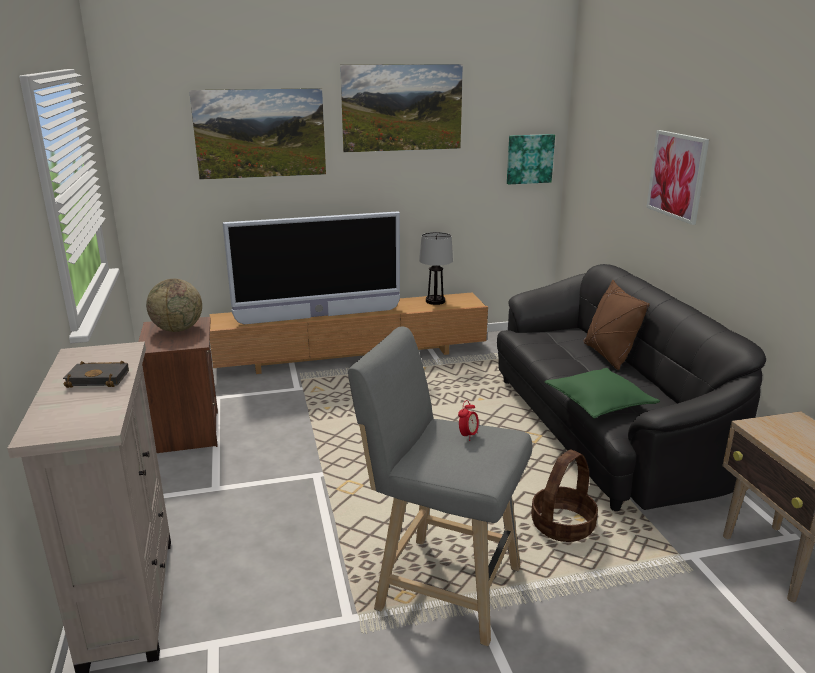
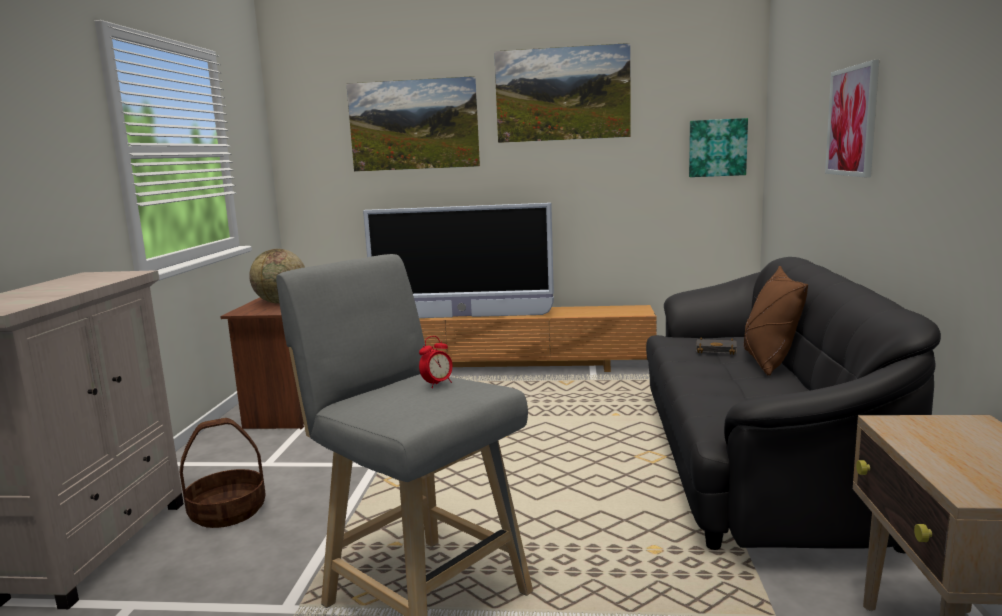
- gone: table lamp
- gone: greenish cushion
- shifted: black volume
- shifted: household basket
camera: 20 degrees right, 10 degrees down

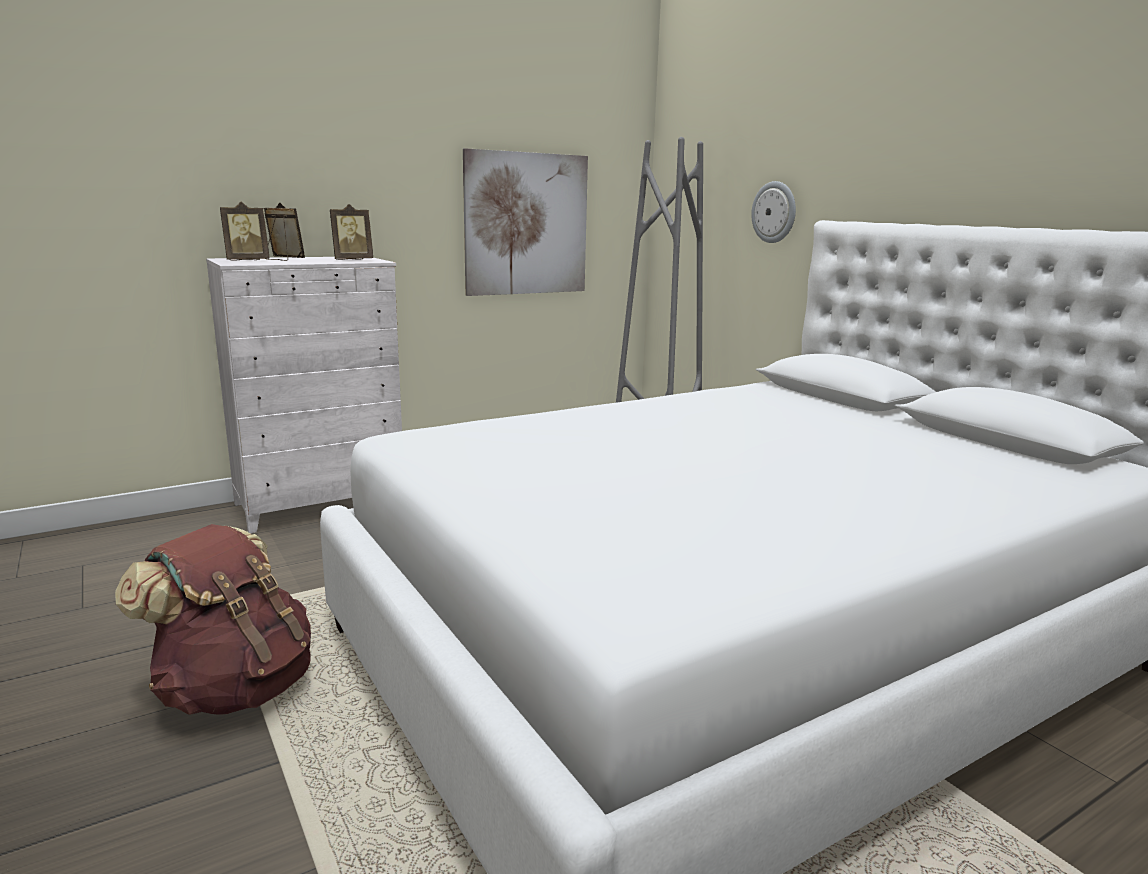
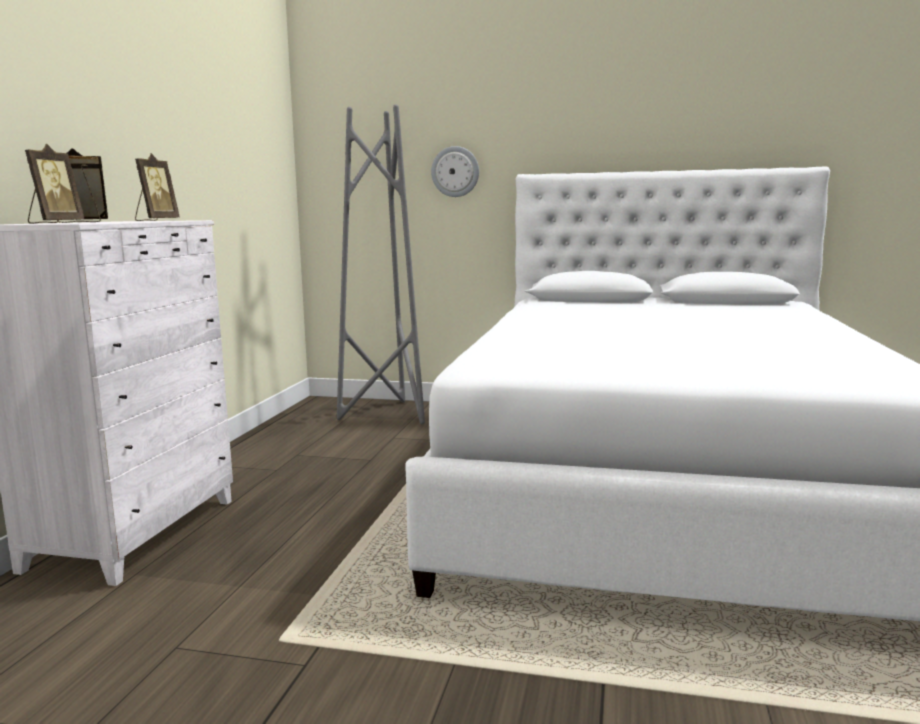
- gone: brown-coloured backpack
- gone: wall picture
camera: 45 degrees left, 5 degrees down

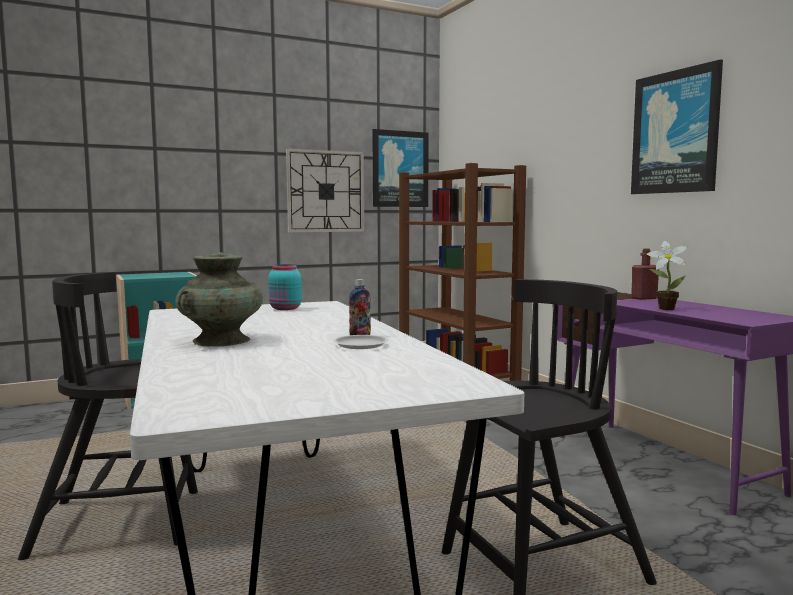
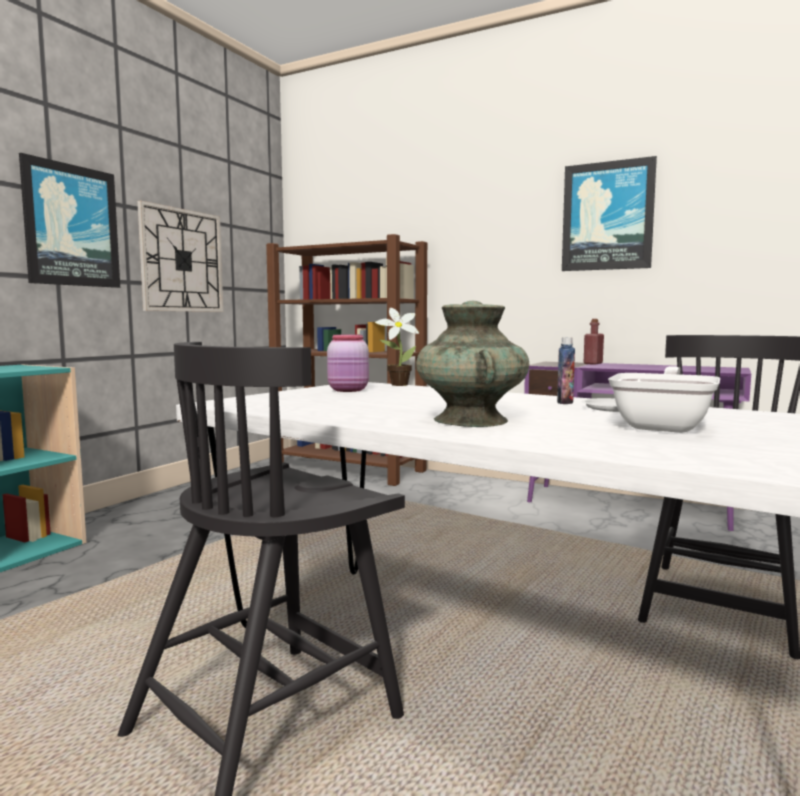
- new: skillet
- shifted: wall picture (no. 1 from left)
- shifted: potted plant
- repainted: blue-green jar to pinkish jar
camera: 35 degrees left, 0 degrees up

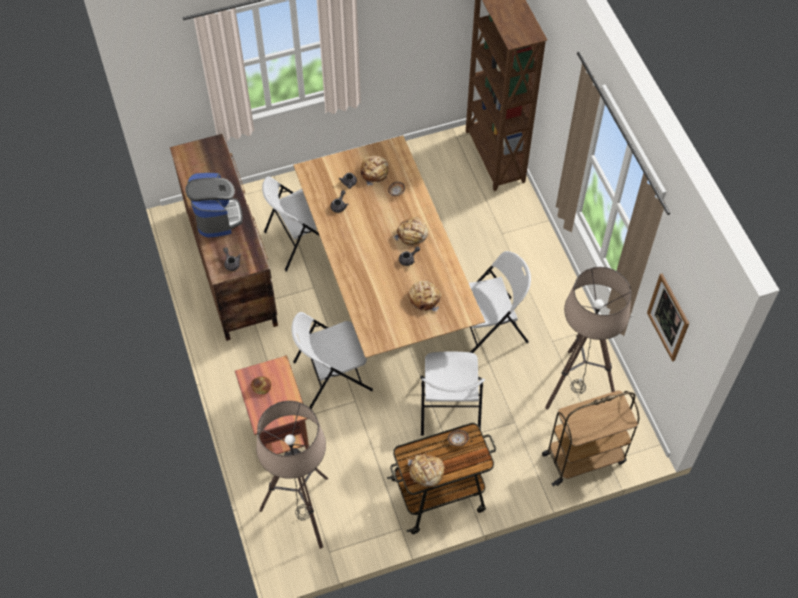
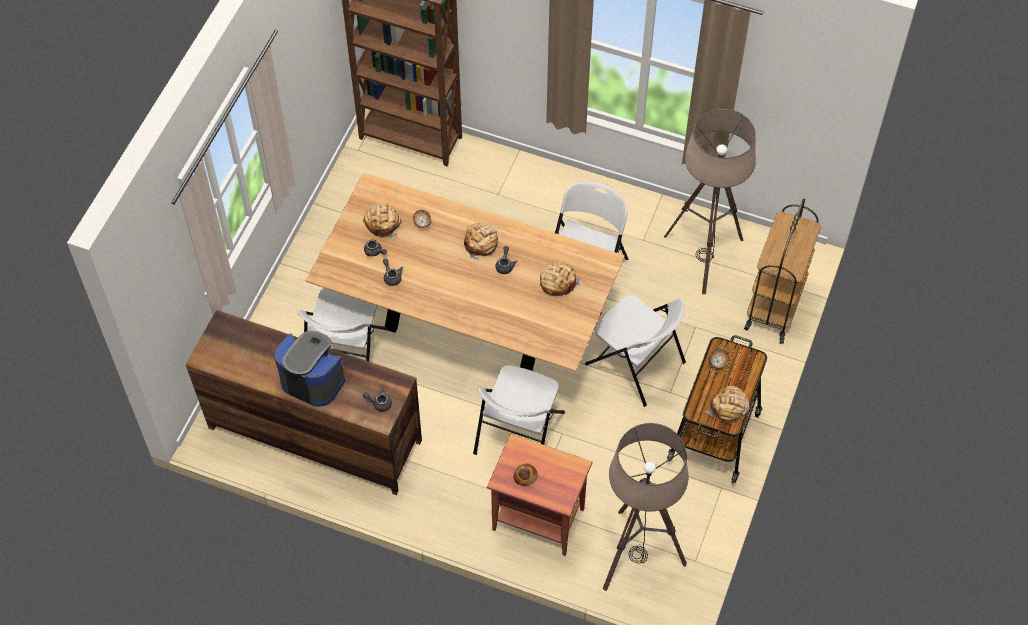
- gone: wall picture
camera: 50 degrees left, 0 degrees up

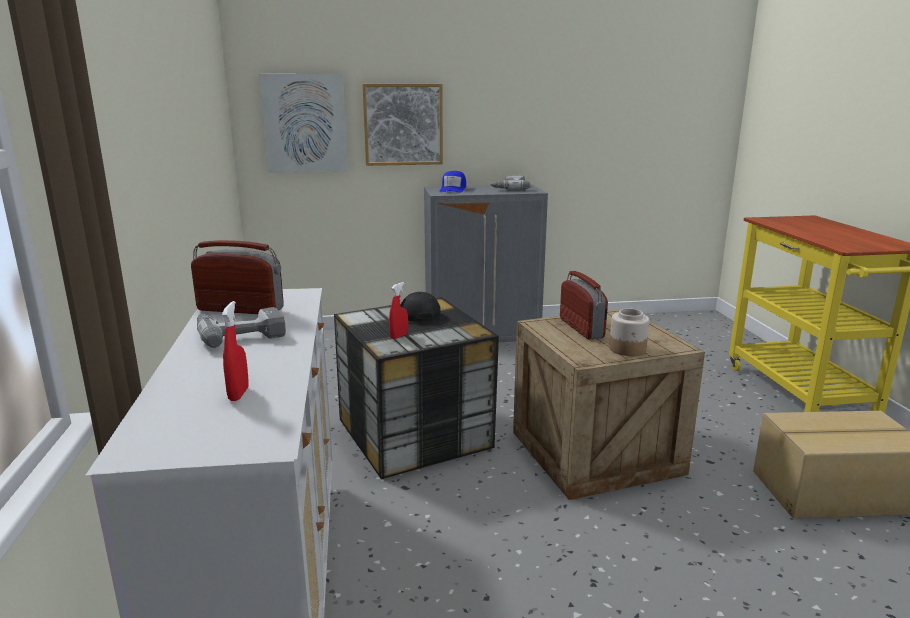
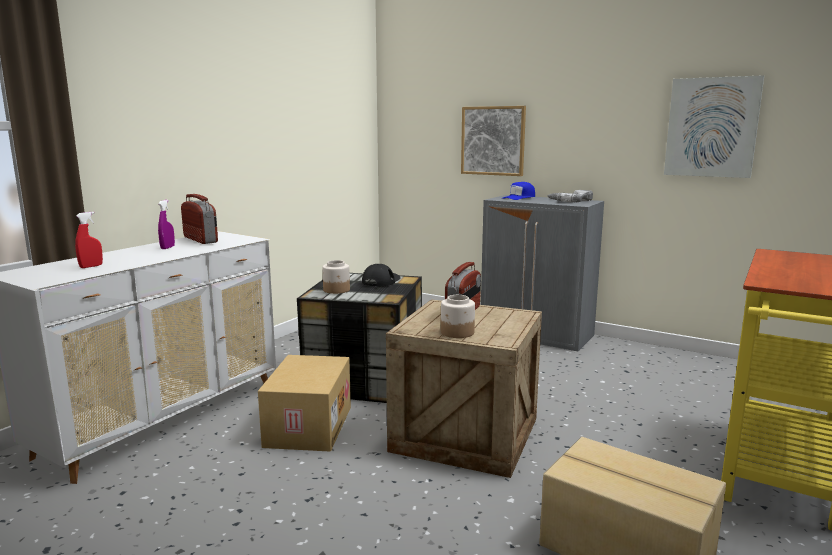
- new: packing box (no. 1 from left)
- shifted: wall picture (no. 1 from left in the first image) to wall picture (no. 2 from left)
- swapped: electric drill (no. 1 from left) to purple sprayer
- swapped: red sprayer (no. 2 from left) to jar (no. 1 from left)
camera: 40 degrees right, 5 degrees down

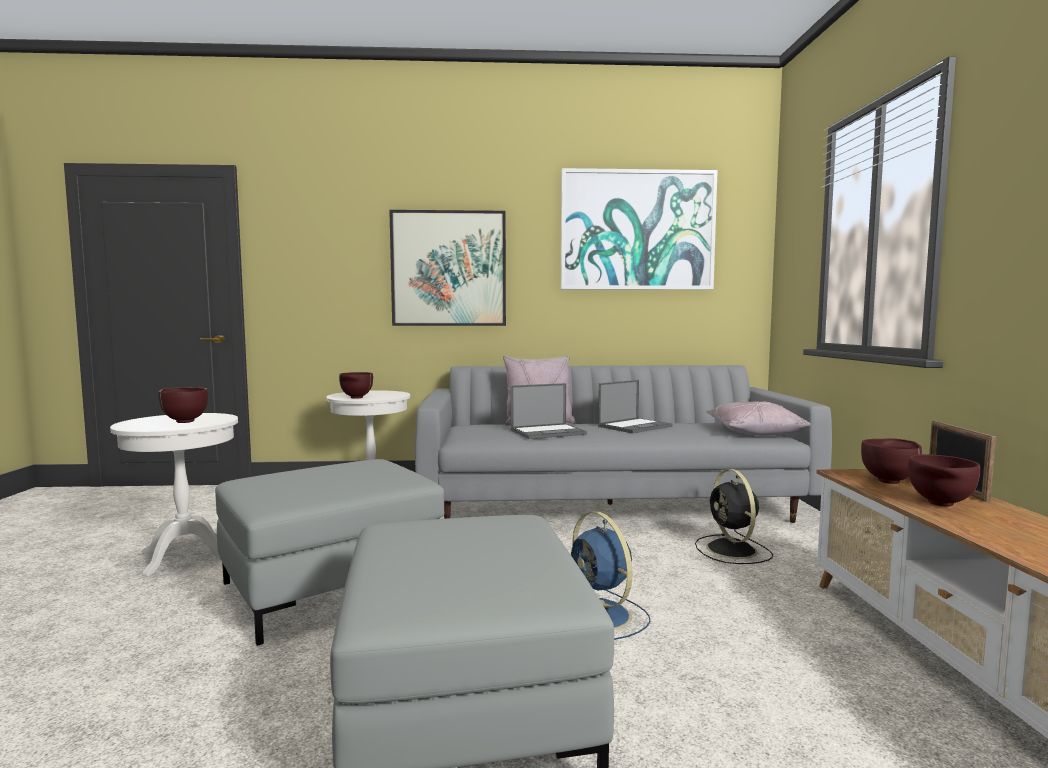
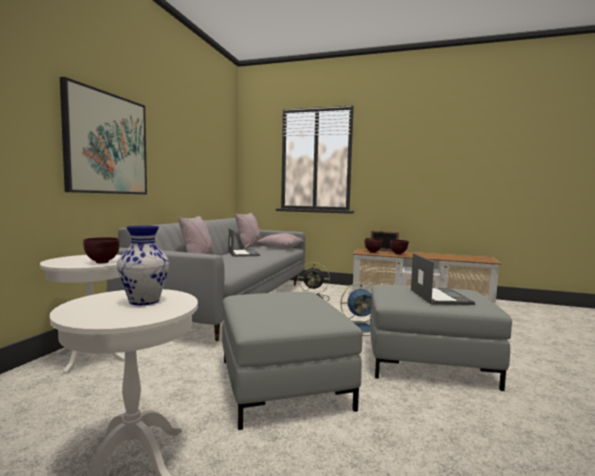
- gone: wall picture (no. 2 from left)
- new: purple cushion (no. 2 from left)
- shifted: portable computer (no. 1 from left in the first image) to portable computer (no. 2 from left)
- swapped: brown-coloured bowl (no. 1 from left) to vase
camera: 70 degrees left, 0 degrees up

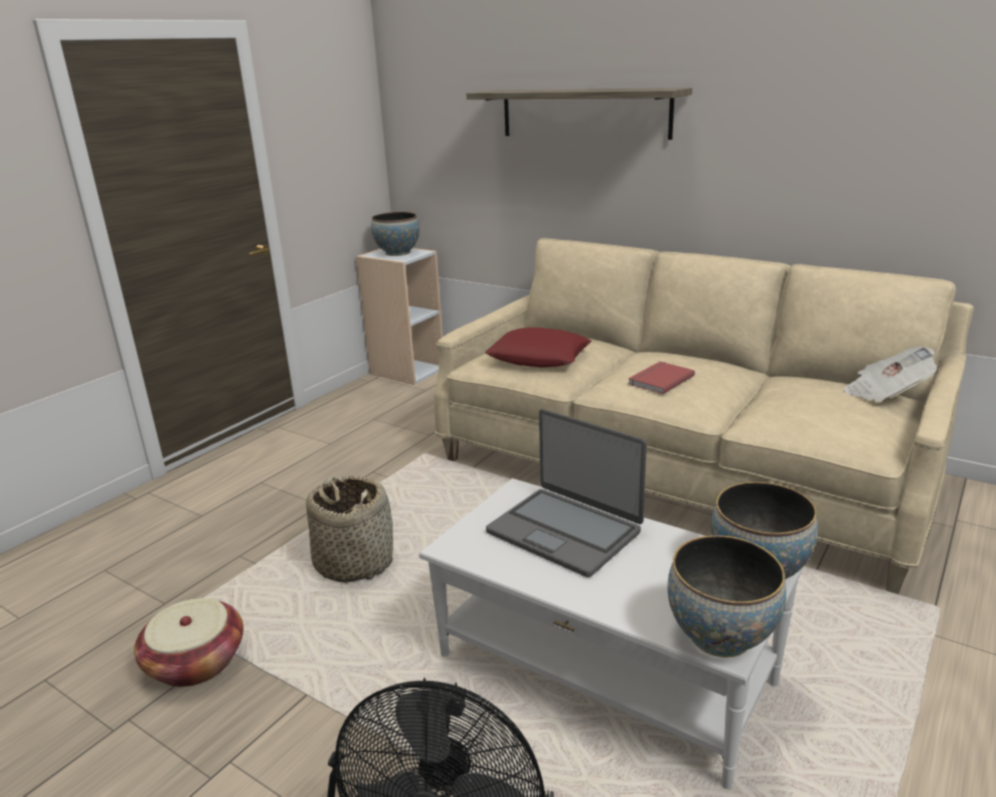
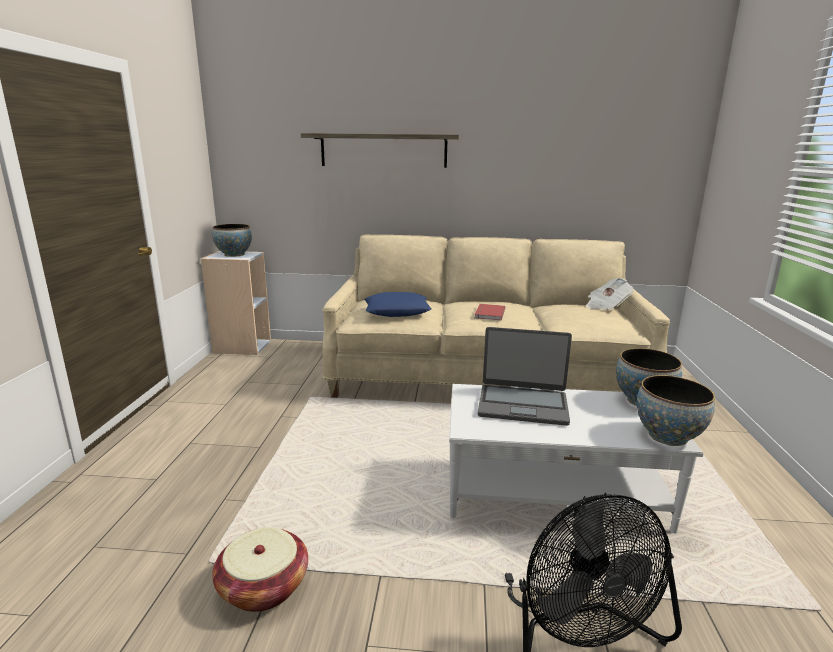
- gone: household basket (no. 2 from left)
- repainted: red cushion to blue-coloured cushion
camera: 30 degrees left, 5 degrees down

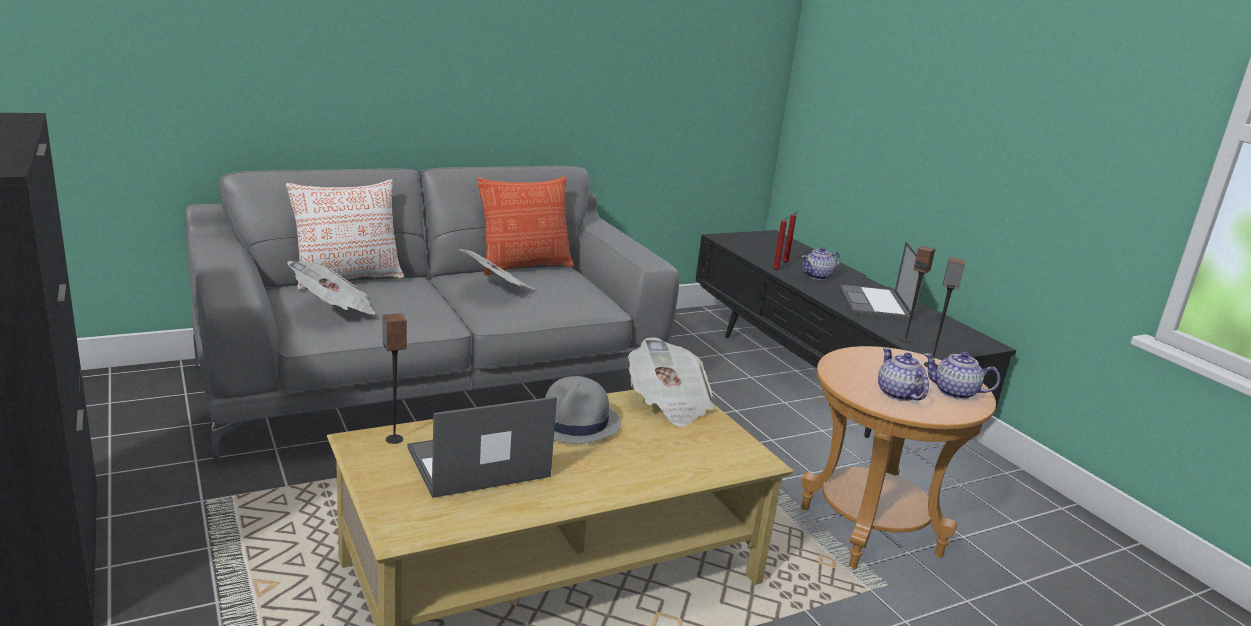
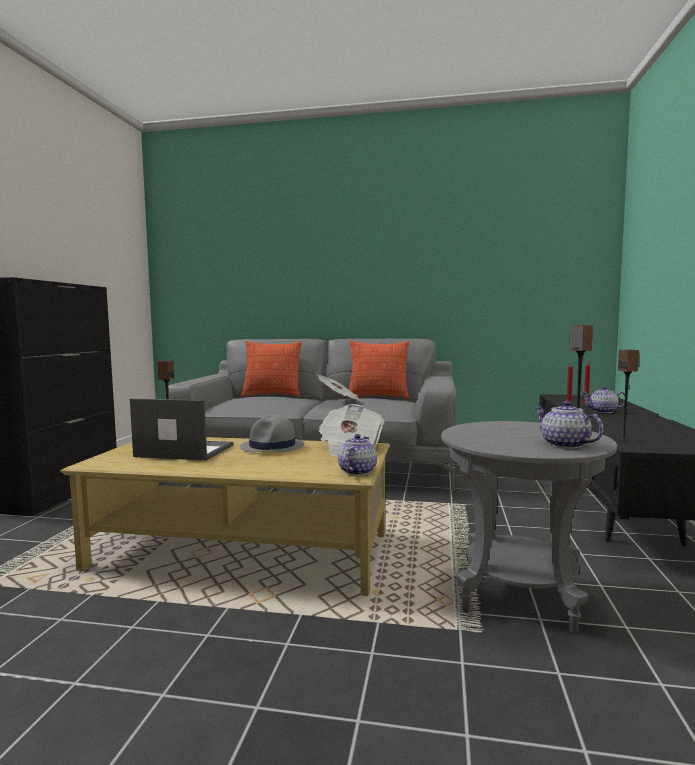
- gone: printed paper (no. 1 from left)
- gone: portable computer (no. 2 from left)
- shifted: pot for tea (no. 2 from left in the first image) to pot for tea (no. 1 from left)
- repainted: white-coloured cushion to orange-coloured cushion (no. 1 from left)
- repainted: brown-coloured side table to gray side table
camera: 40 degrees right, 15 degrees down

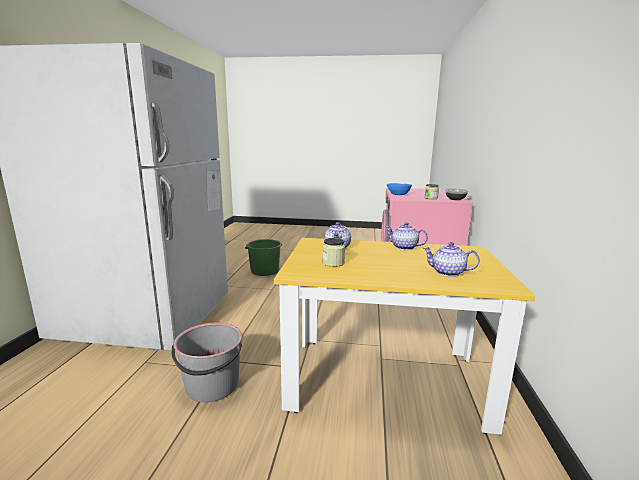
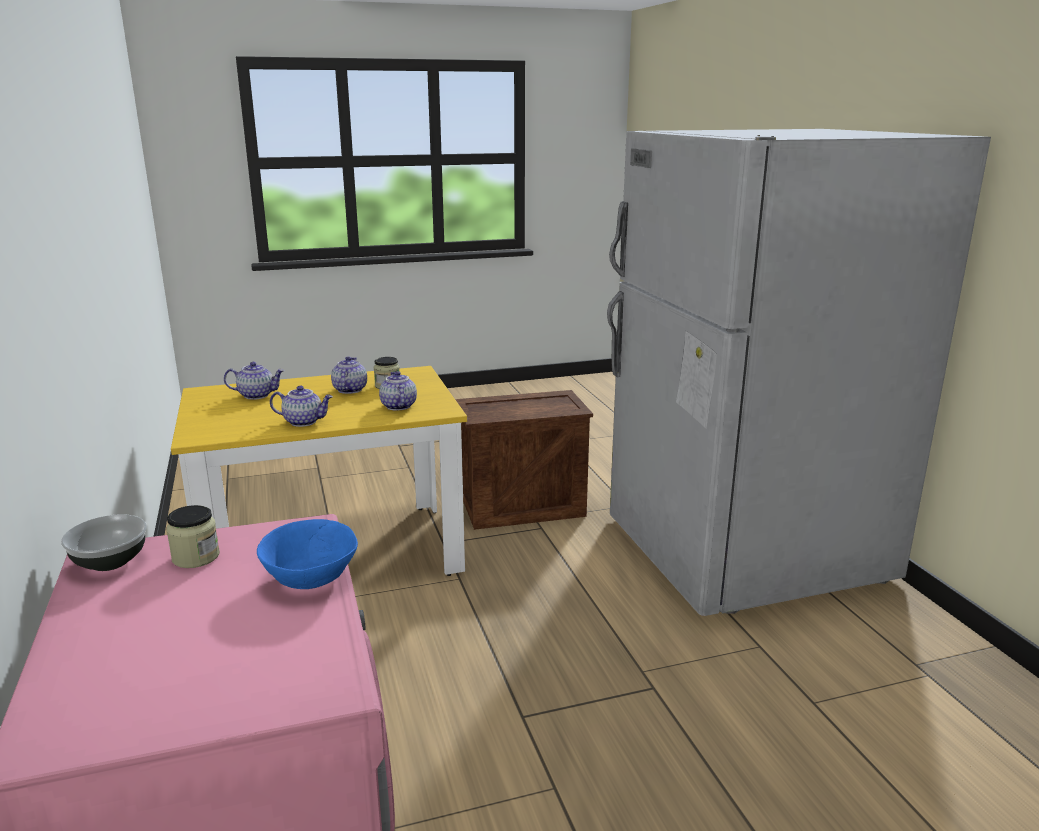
- gone: greenish bucket
- new: pot for tea (no. 3 from left)
- swapped: gray bucket to packing crate
camera: 155 degrees right, 5 degrees up

